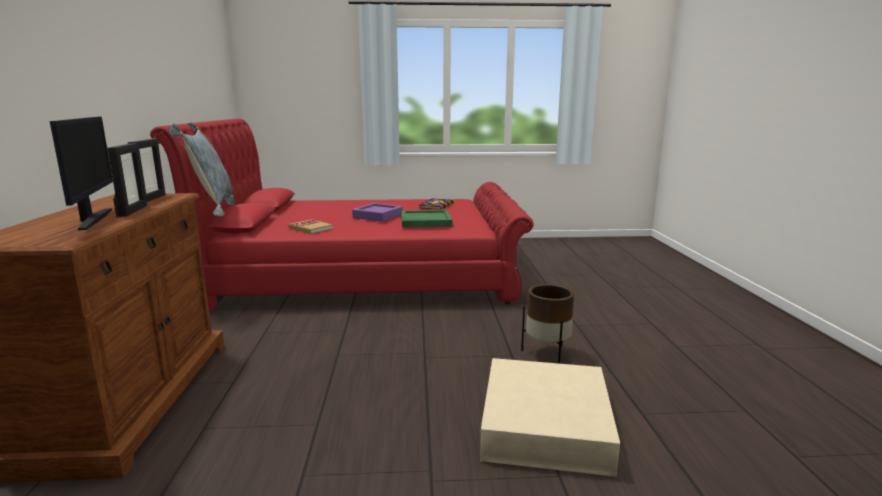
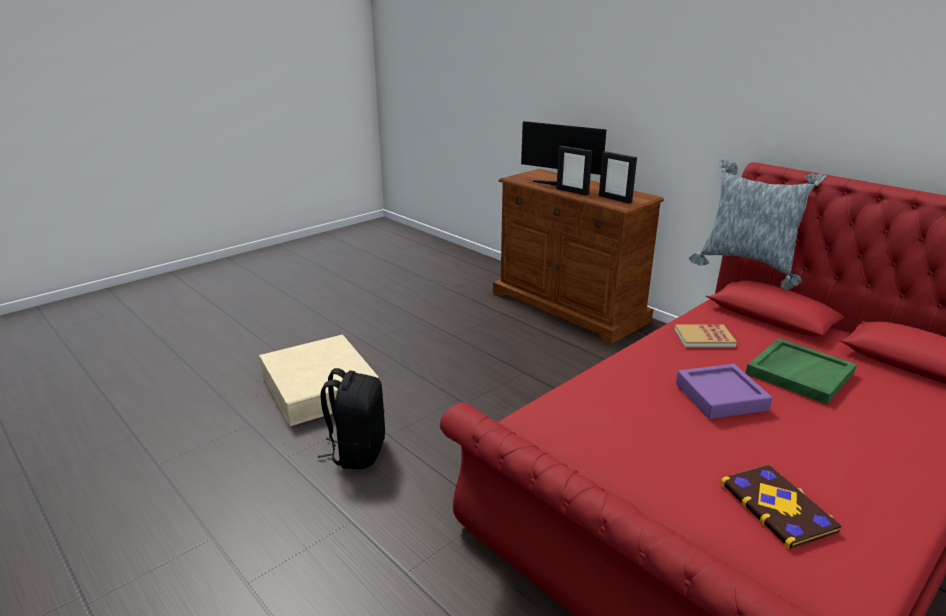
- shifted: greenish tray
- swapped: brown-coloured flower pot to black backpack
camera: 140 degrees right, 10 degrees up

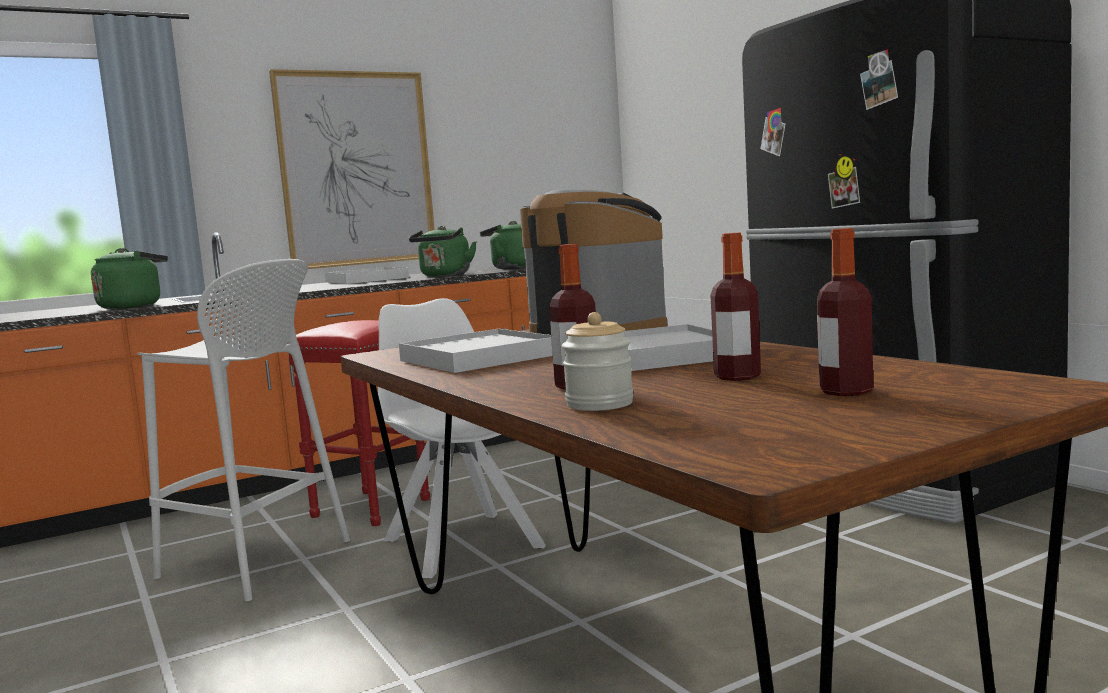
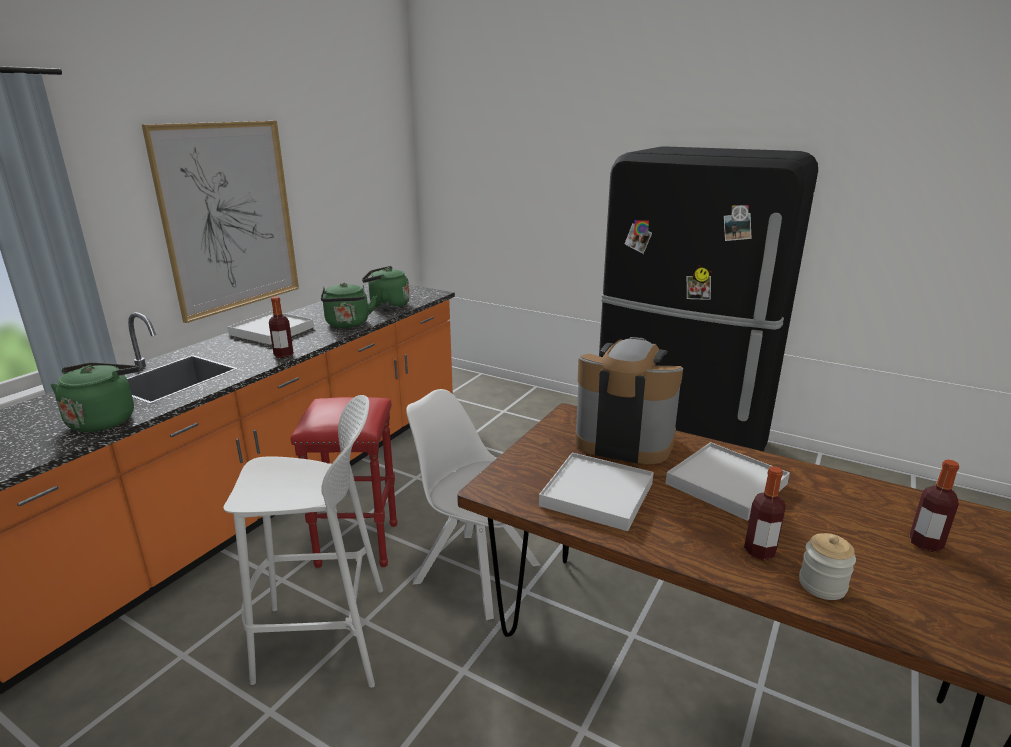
- shifted: beverage bottle (no. 2 from left in the first image) to beverage bottle (no. 1 from left)
camera: 30 degrees left, 15 degrees up

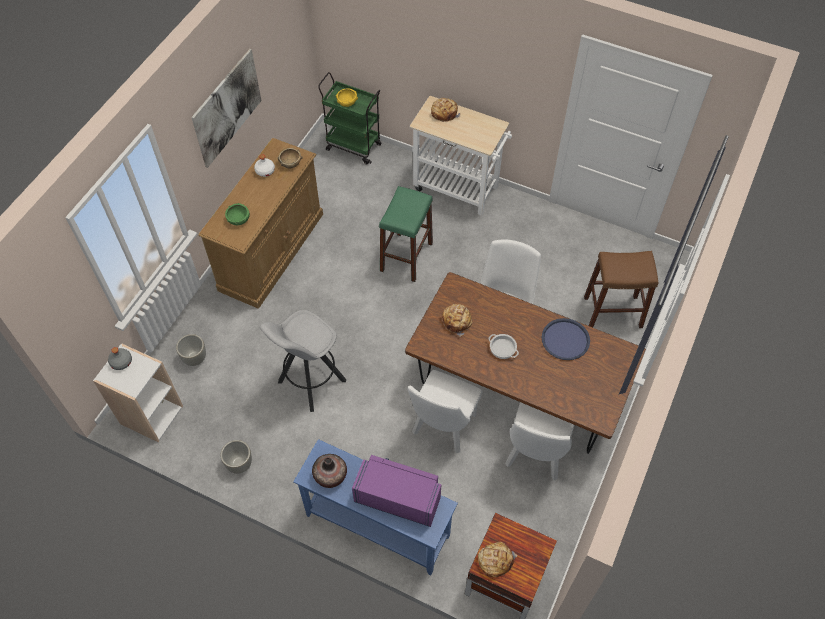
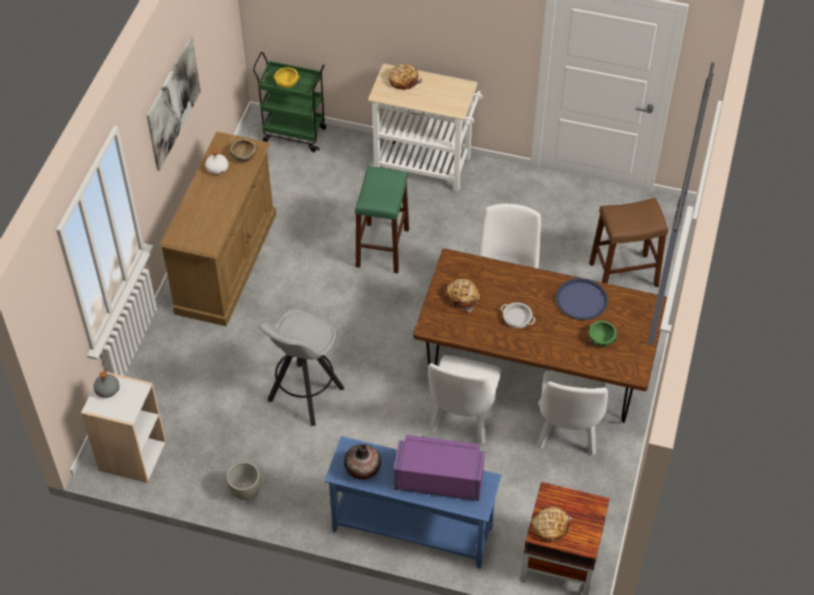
- gone: gray flower pot (no. 1 from left)
- shifted: greenish bowl
camera: 10 degrees left, 5 degrees down

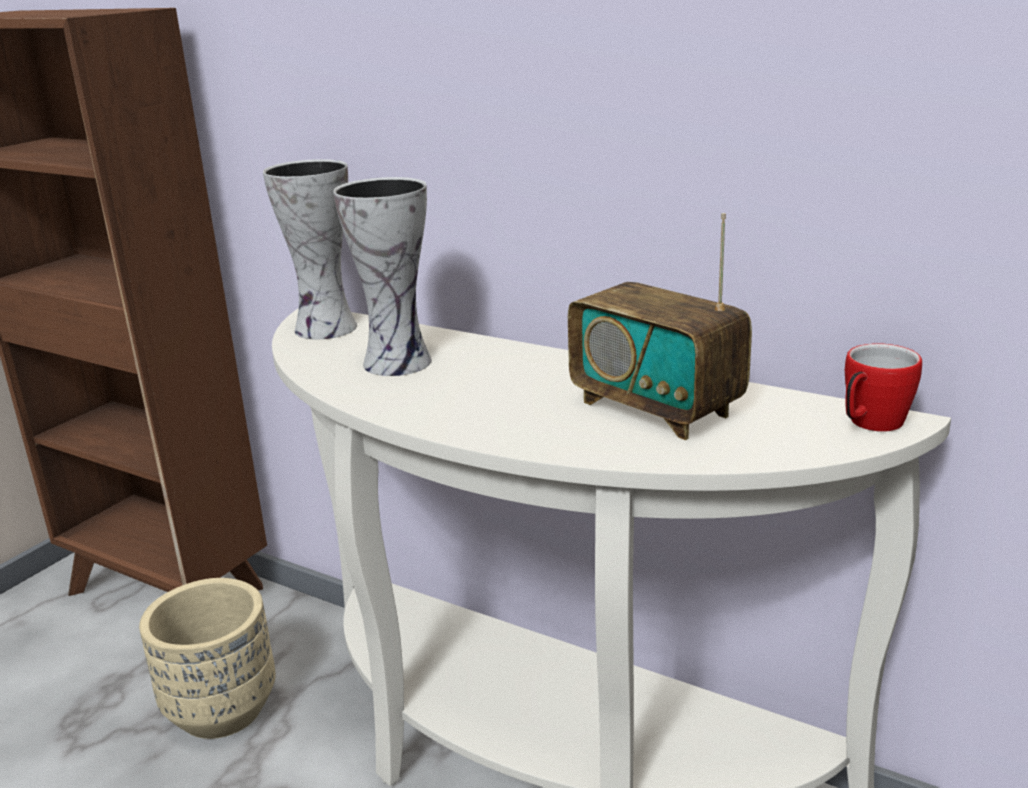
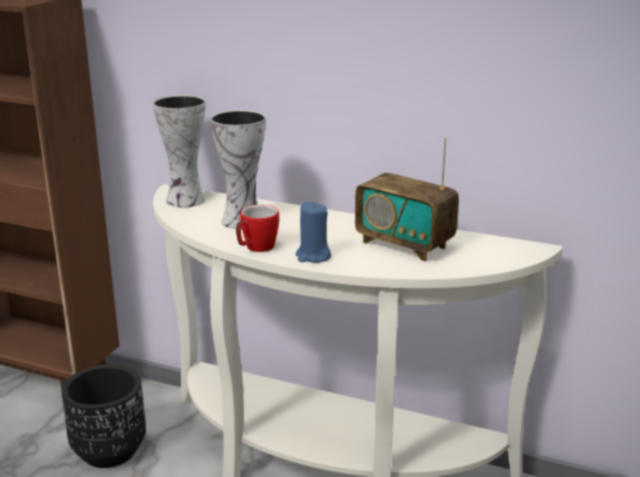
- new: blue-coloured wax candle
- shifted: tea mug
- repainted: beige flower pot to black flower pot
camera: 10 degrees left, 0 degrees up

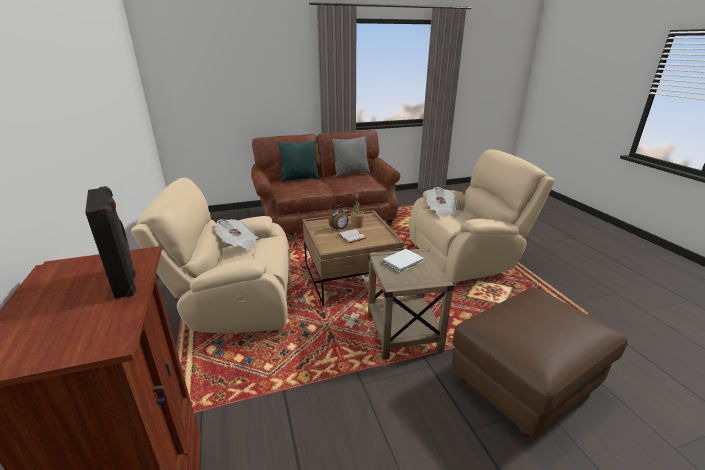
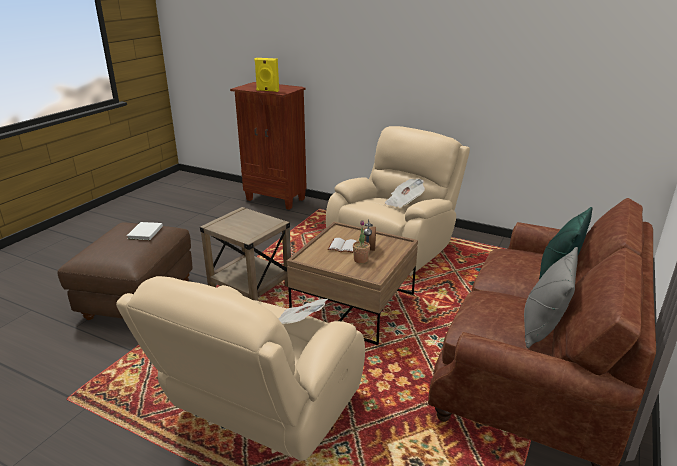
- shifted: white-coloured volume (no. 2 from left in the first image) to white-coloured volume (no. 1 from left)
- repainted: black audio speaker to yellow-coloured audio speaker
camera: 135 degrees right, 0 degrees up

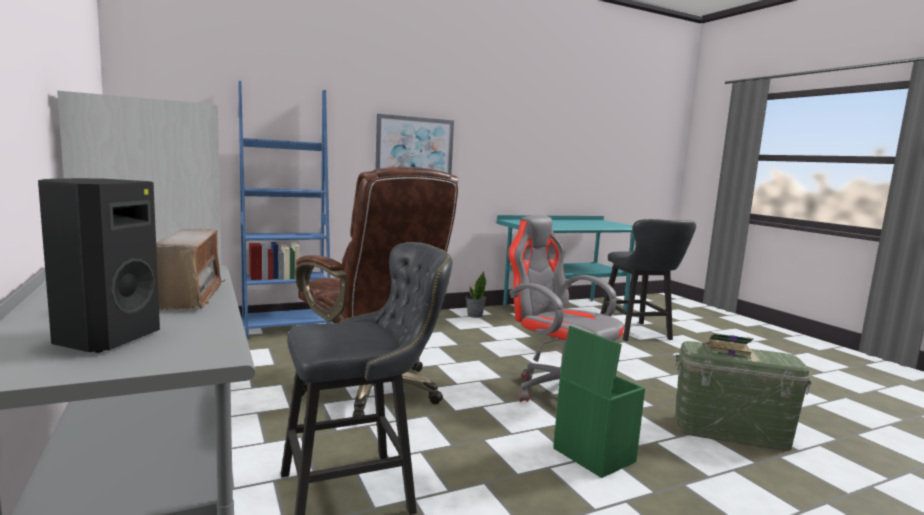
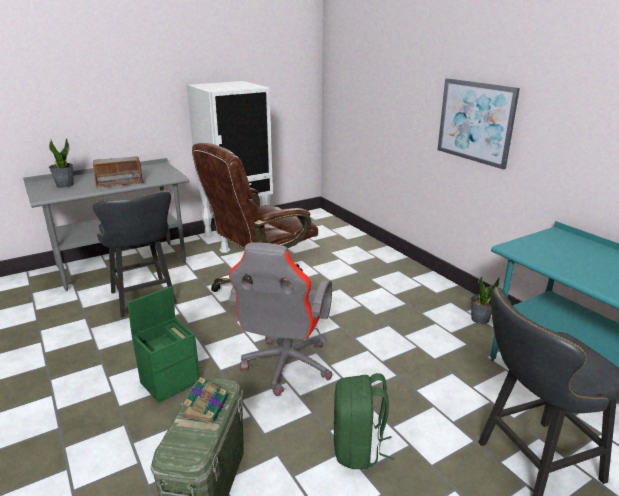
- gone: blue-coloured bookshelf
- new: greenish backpack
- swapped: black audio speaker to potted plant (no. 1 from left)
- rotated: gray office chair 150 degrees clockwise
camera: 85 degrees right, 15 degrees up

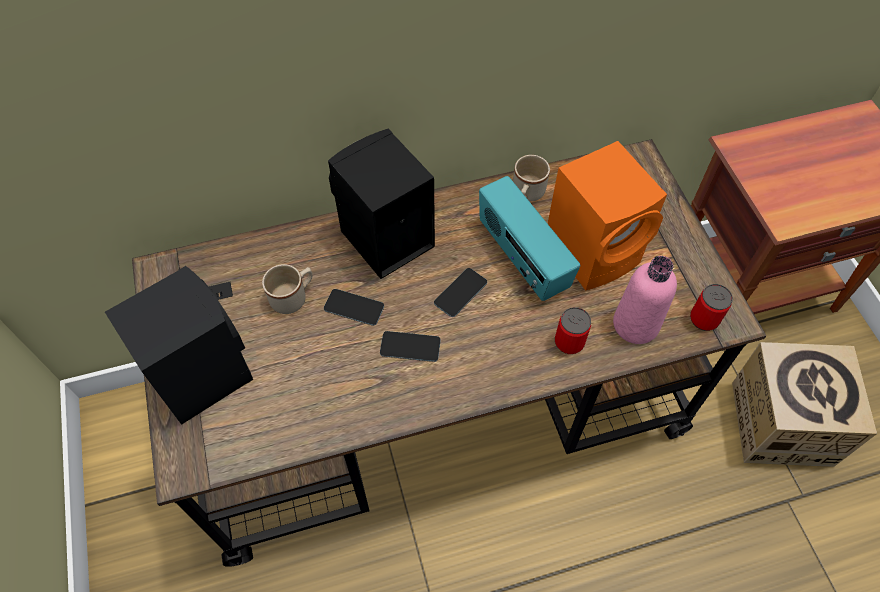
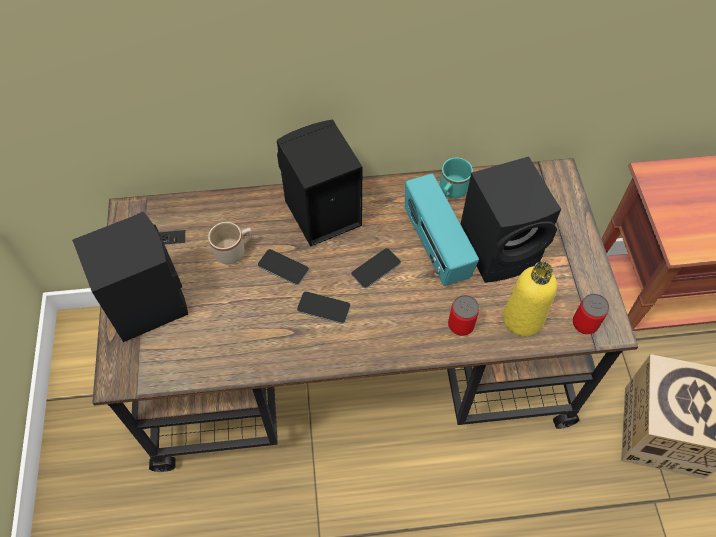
- repainted: beige tea mug (no. 2 from left) to blue-green tea mug
- repainted: orange-coloured audio speaker to black audio speaker (no. 3 from left)
- repainted: pinkish beverage bottle to yellow-coloured beverage bottle
camera: 10 degrees right, 0 degrees up

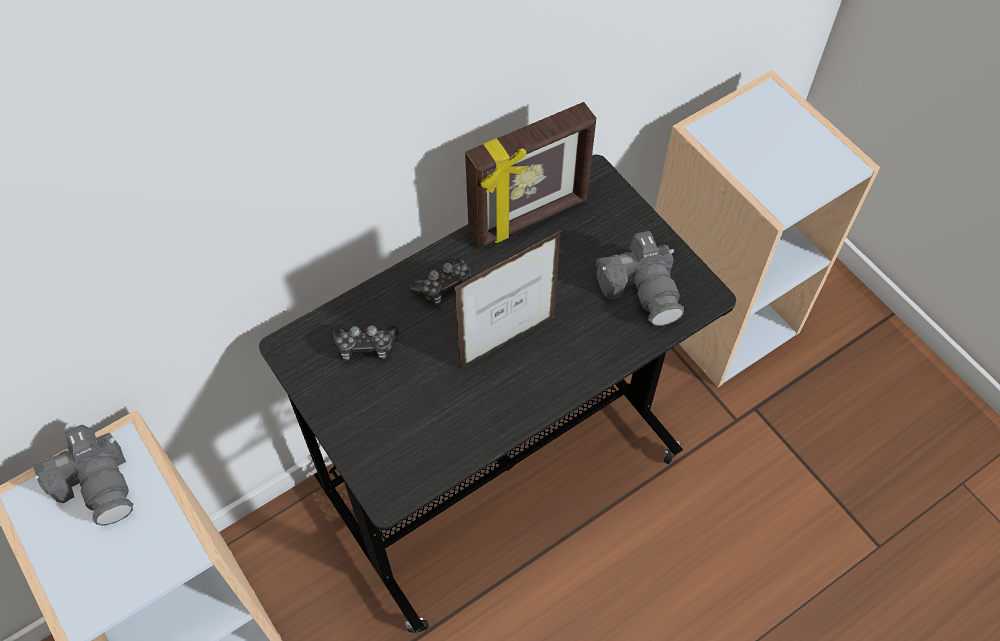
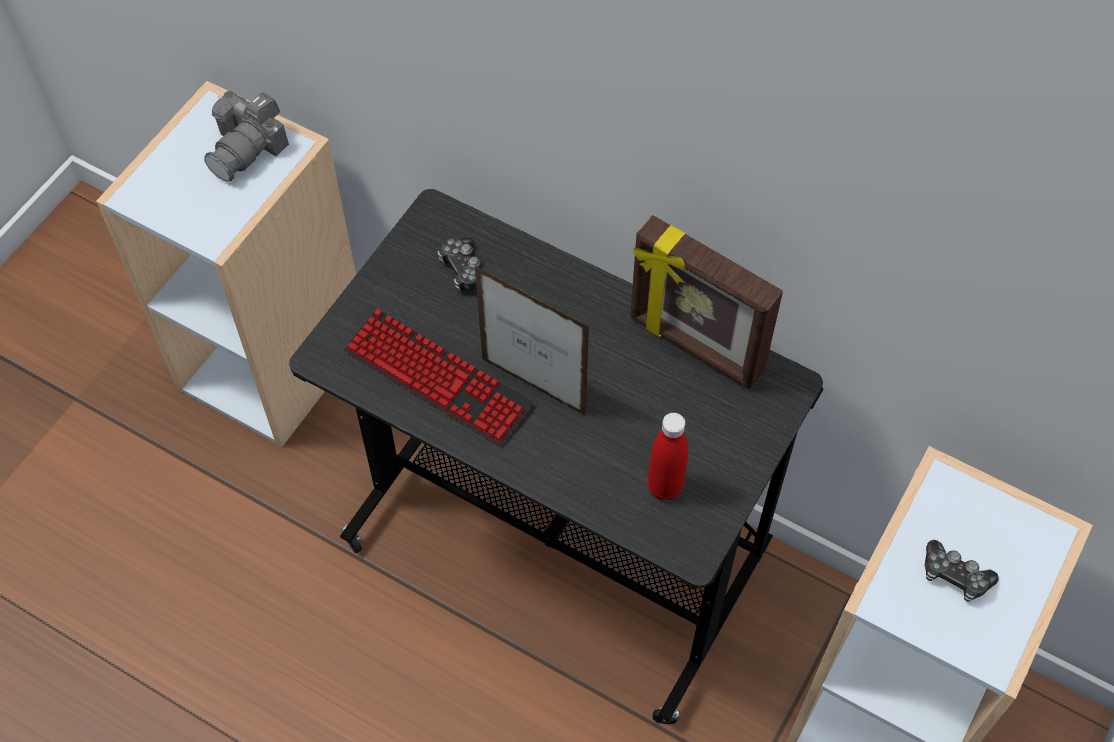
- new: computer keyboard
- shifted: gamepad (no. 2 from left)
- swapped: still camera (no. 2 from left) to red beverage bottle
camera: 65 degrees right, 0 degrees up

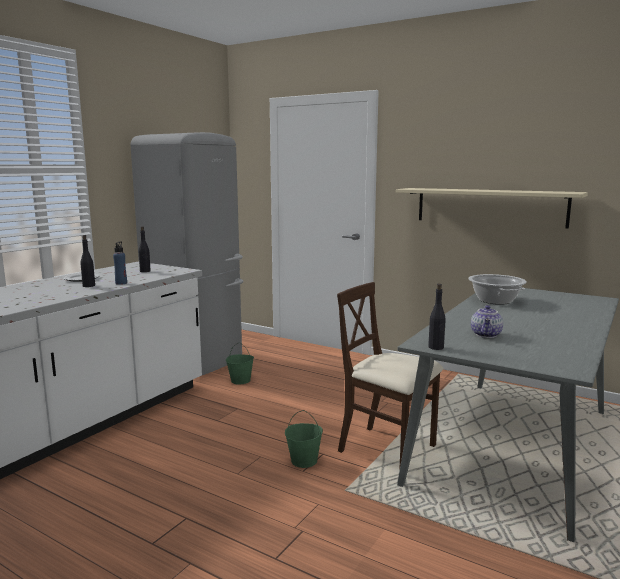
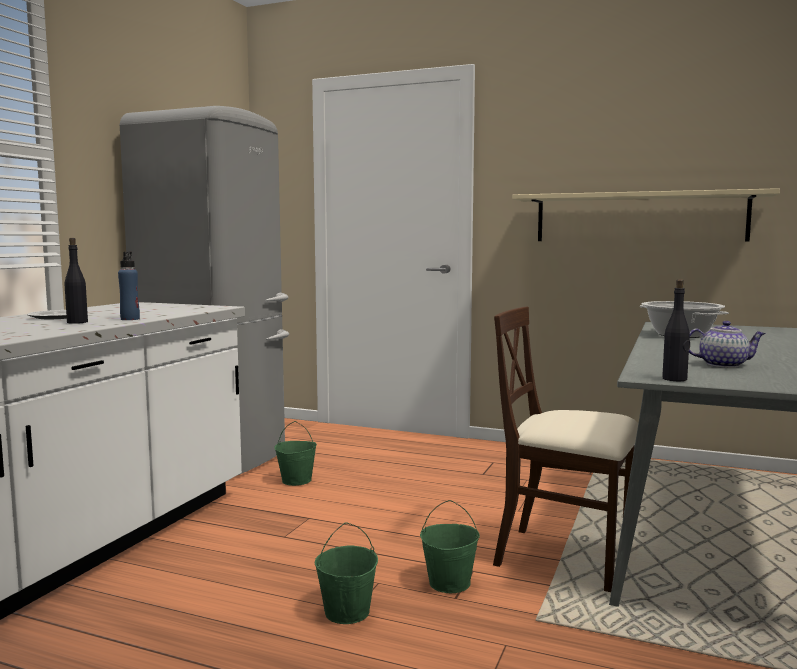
- gone: black beverage bottle (no. 2 from left)
- new: greenish bucket (no. 2 from left)
- rotated: pot for tea 90 degrees counterclockwise
camera: 10 degrees left, 5 degrees down

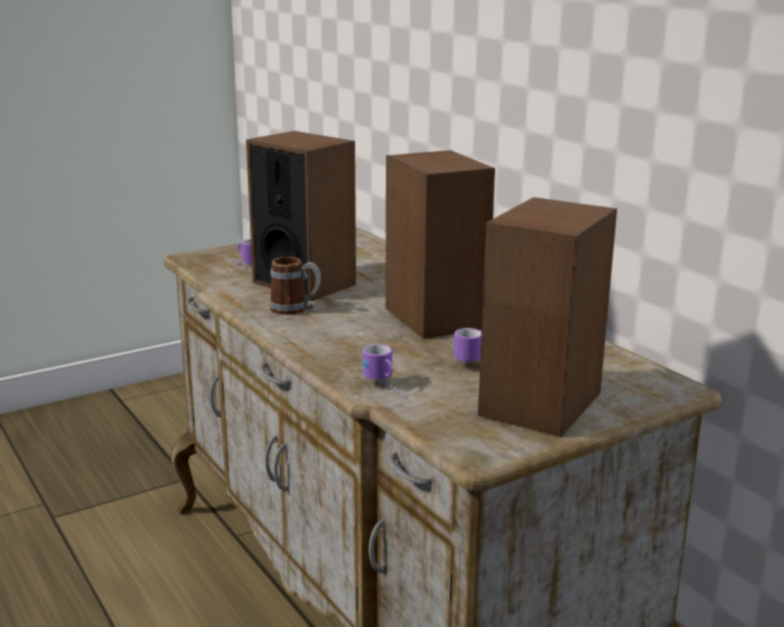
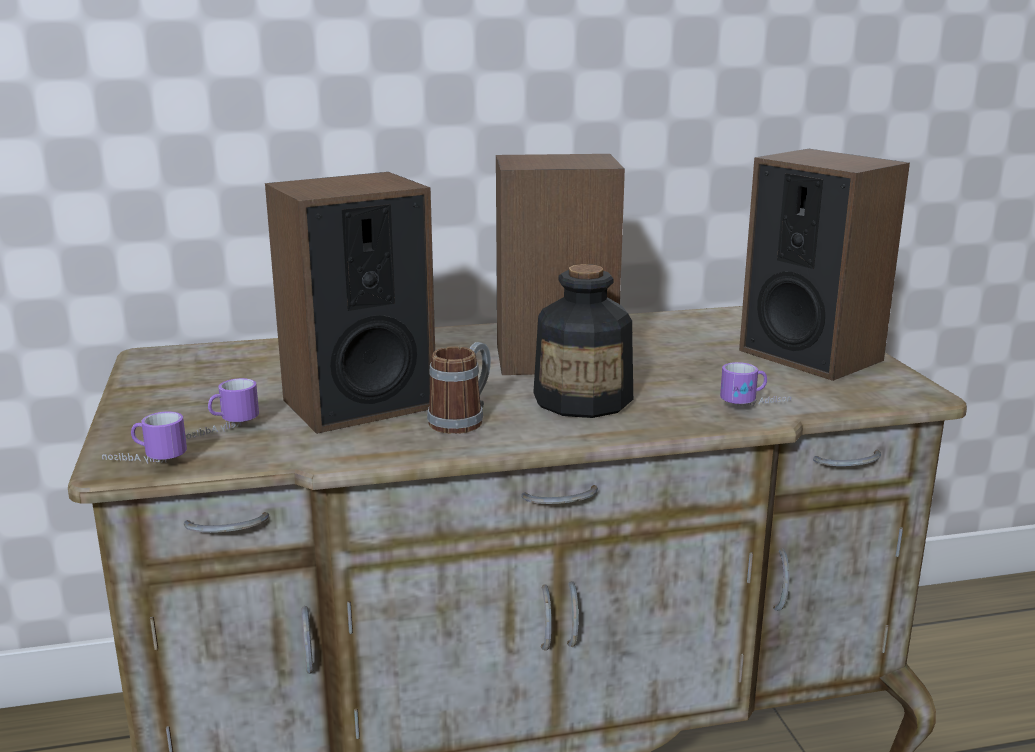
- new: beverage bottle
- shifted: tea mug (no. 4 from left in the first image) to tea mug (no. 1 from left)
camera: 70 degrees left, 0 degrees up

